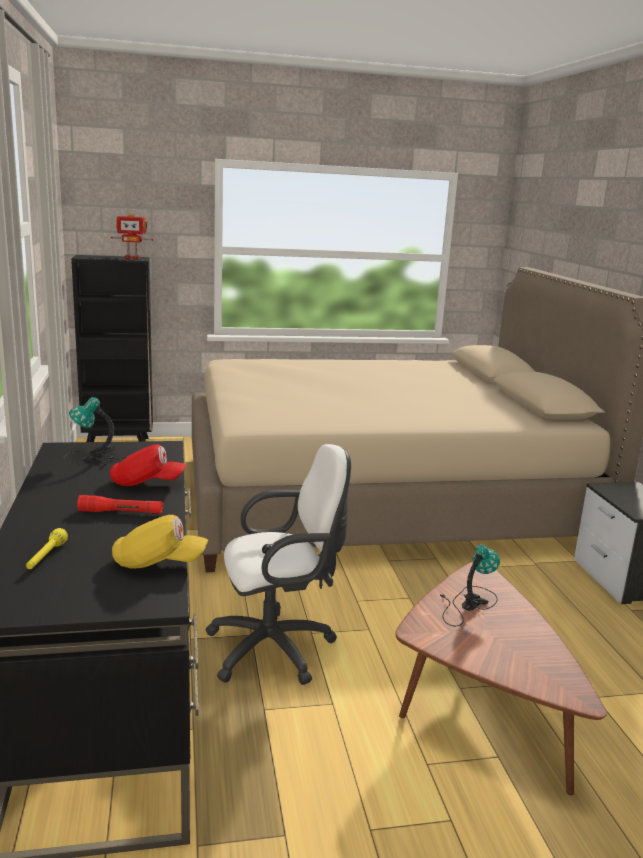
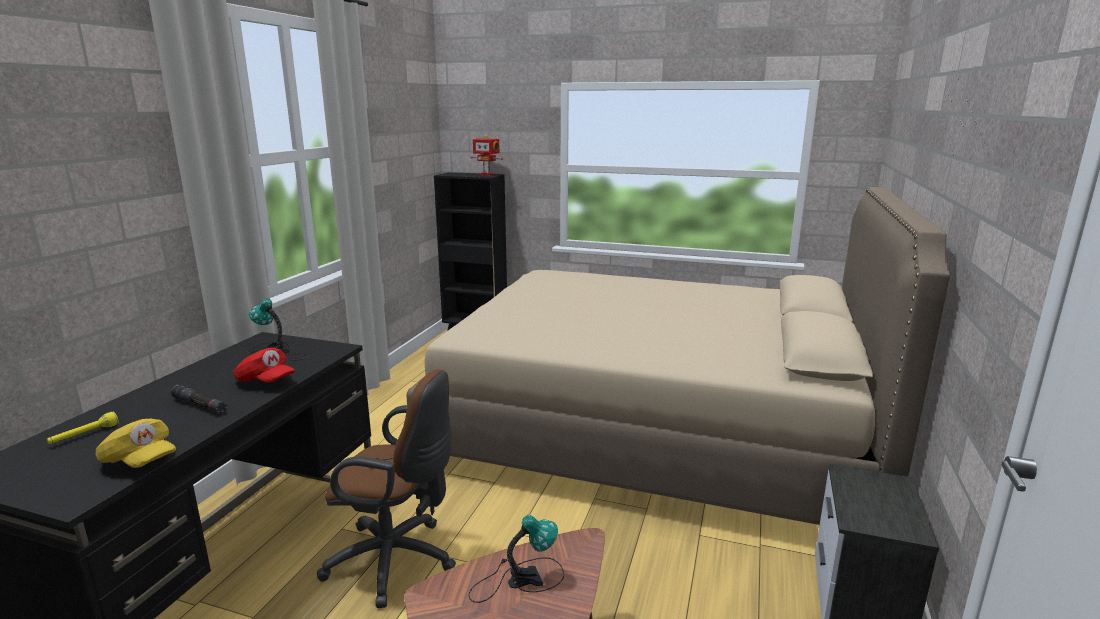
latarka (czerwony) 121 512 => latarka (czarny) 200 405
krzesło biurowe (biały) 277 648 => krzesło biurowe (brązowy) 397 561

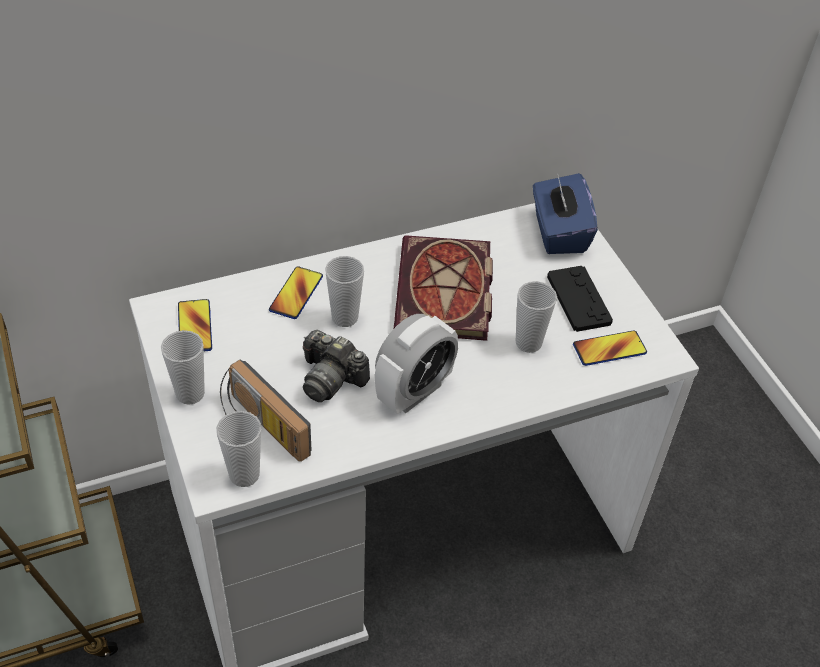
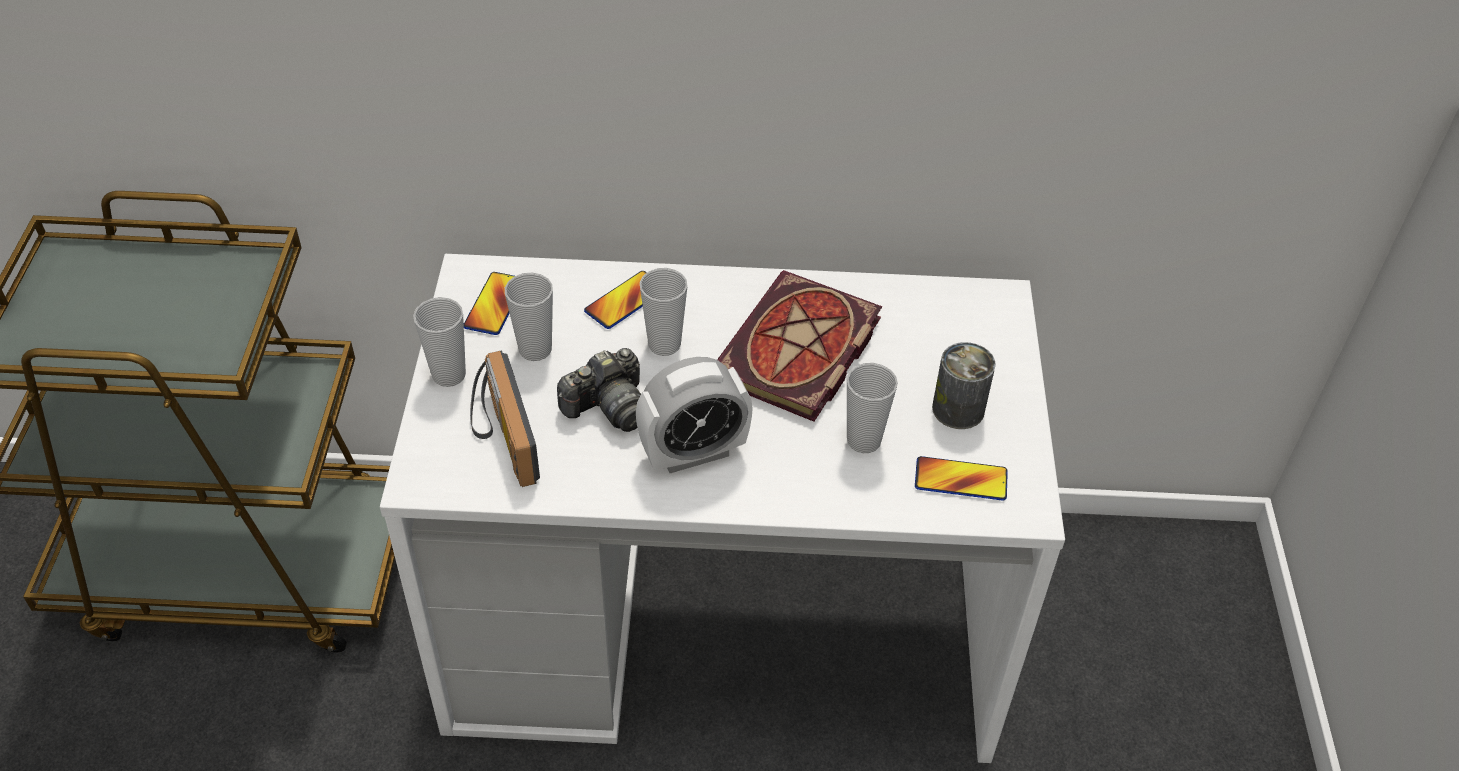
filiżanka 244 475 => filiżanka 535 349, move
aparat fotograficzny 331 378 => aparat fotograficzny 608 407, 90 degrees counterclockwise
pudełko chusteczek (niebieski) 558 232 => nothing
pad do gier (czarny) 578 299 => puszka 958 409

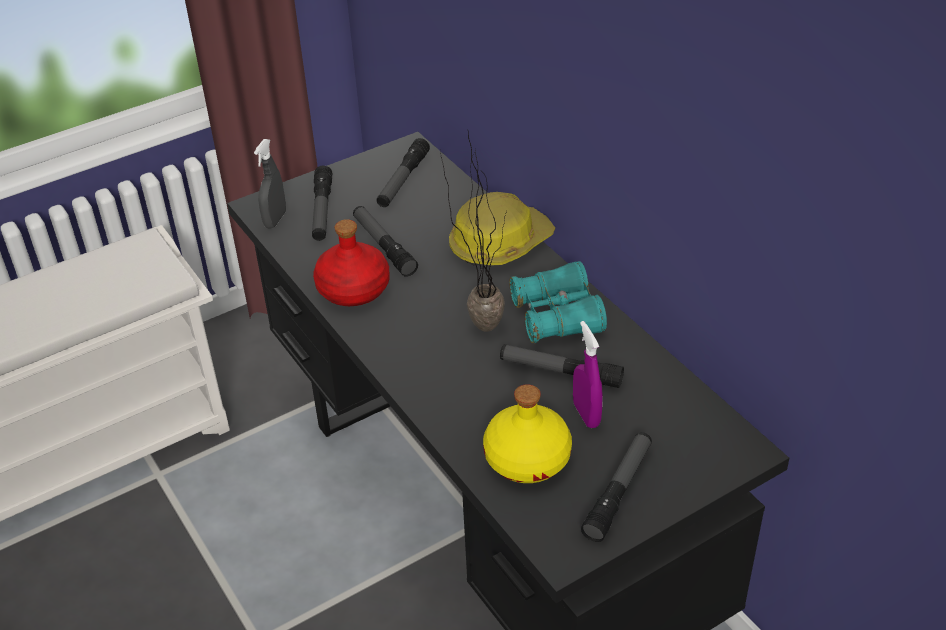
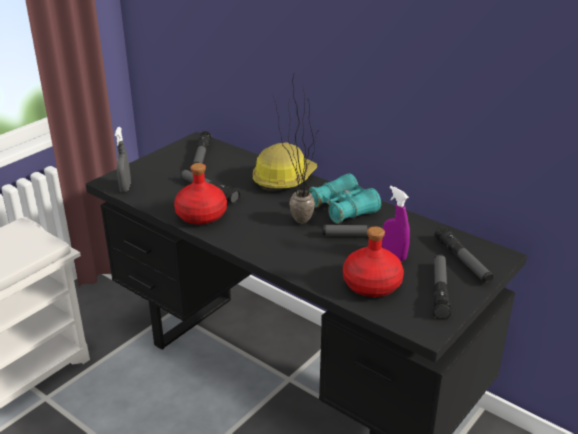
latarka 322 210 => latarka 462 260, move
butelka (żółty) 528 459 => butelka (czerwony) 372 284

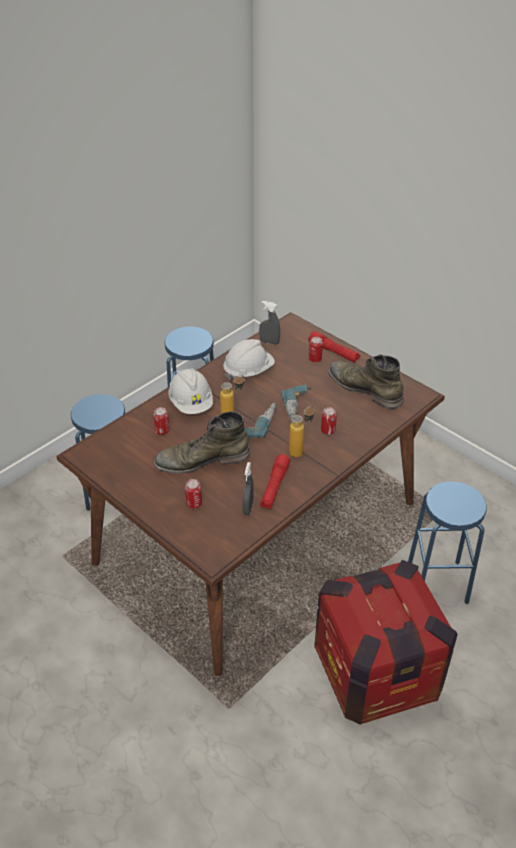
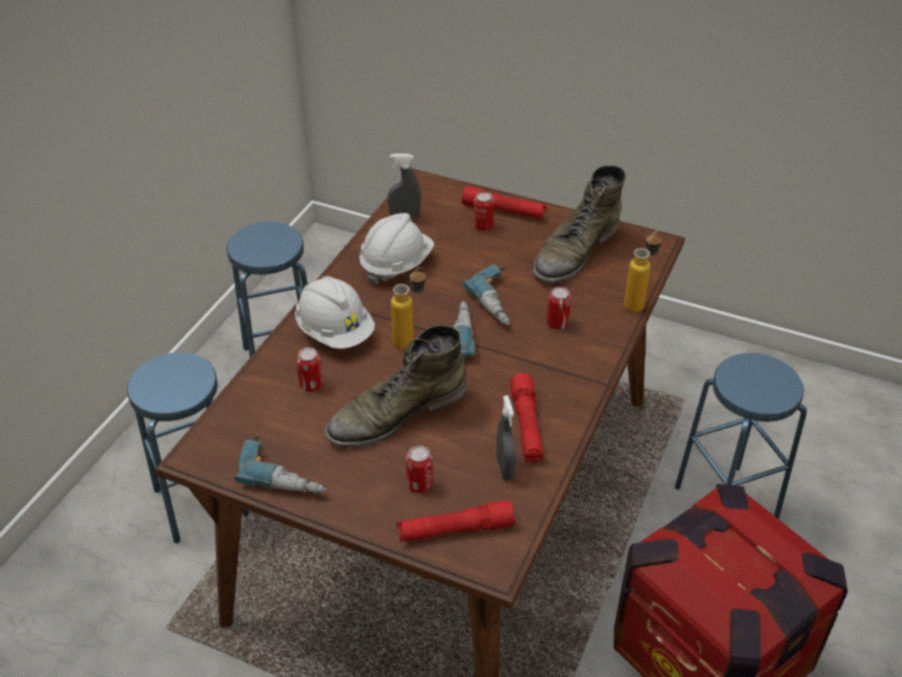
butelka 301 451 => butelka 638 302, move
but z cholewką (zielony) 364 388 => but z cholewką (zielony) 575 252, 75 degrees counterclockwise
nothing => wiertarka 285 473
nothing => latarka (czerwony) 455 530

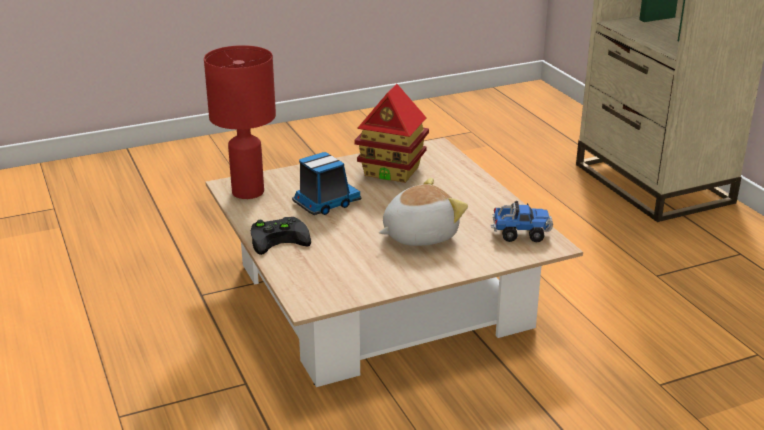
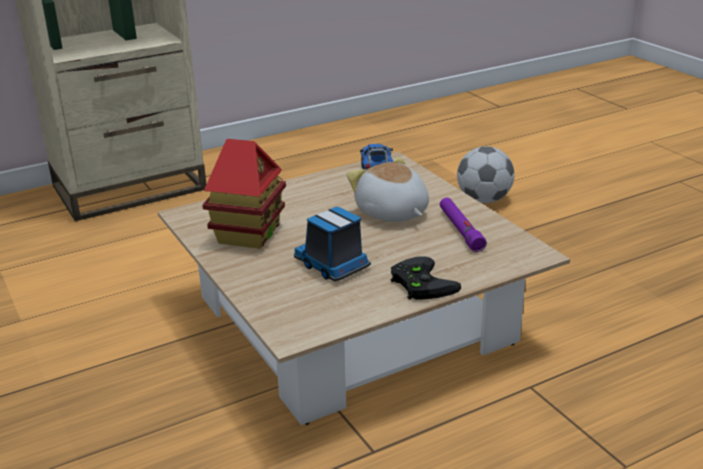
lampa stołowa (czerwony) 249 192 => nothing
nothing => latarka (fioletowy) 460 229
nothing => piłka futbolowa 484 200

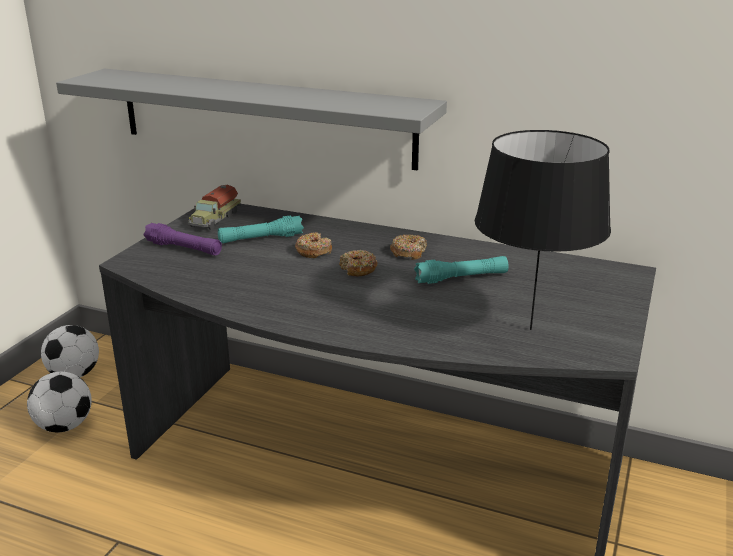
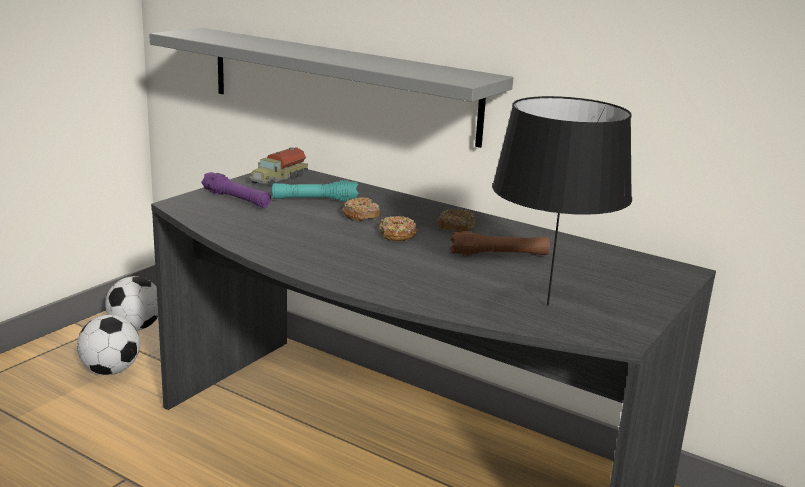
latarka (turkusowy) 461 278 => latarka (brązowy) 499 254

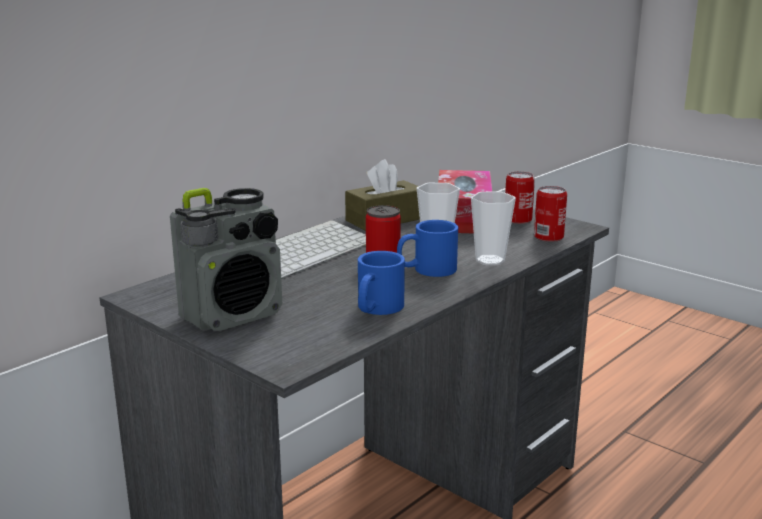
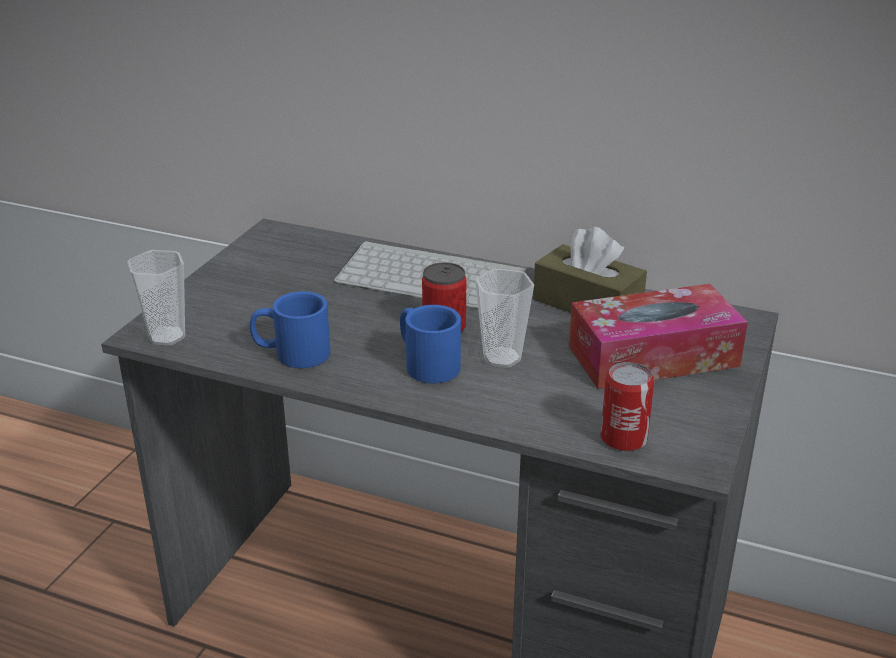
radio 233 315 => nothing
filiżanka 490 261 => filiżanka 167 336, move
puszka 517 219 => nothing

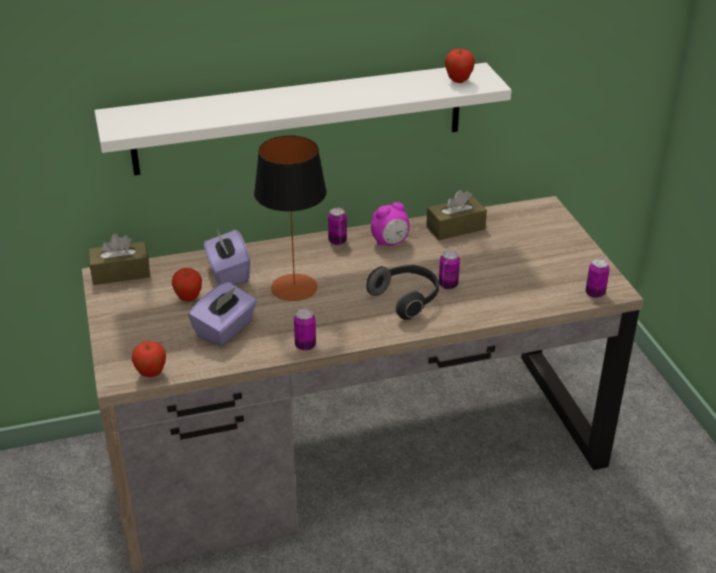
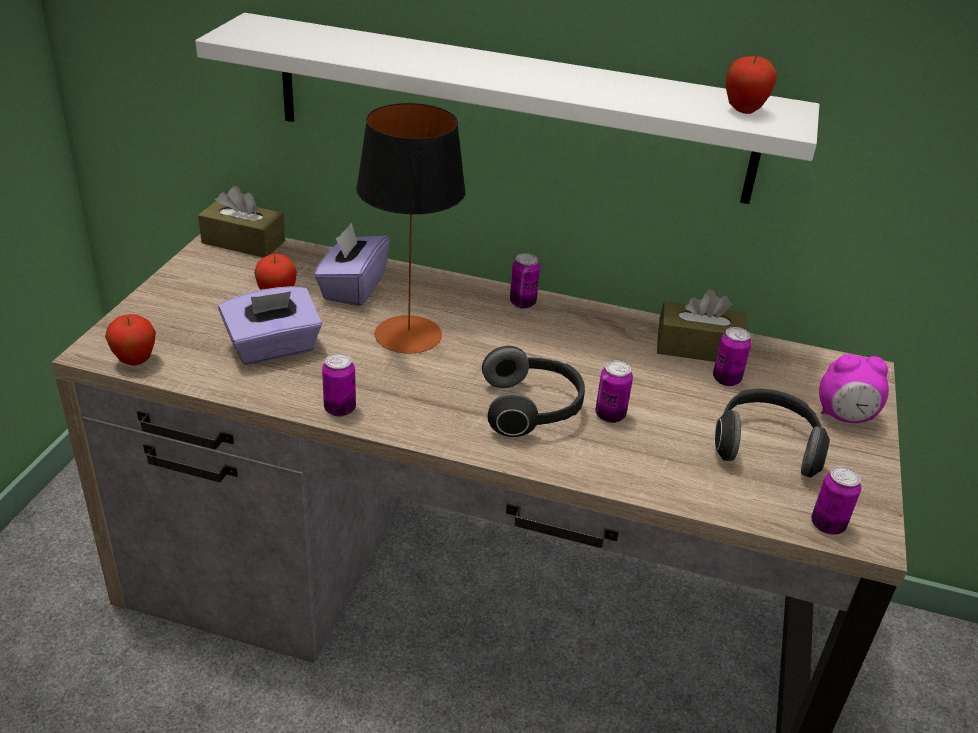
budzik 390 243 => budzik 844 417, move
nothing => puszka 726 379
nothing => słuchawki 765 446

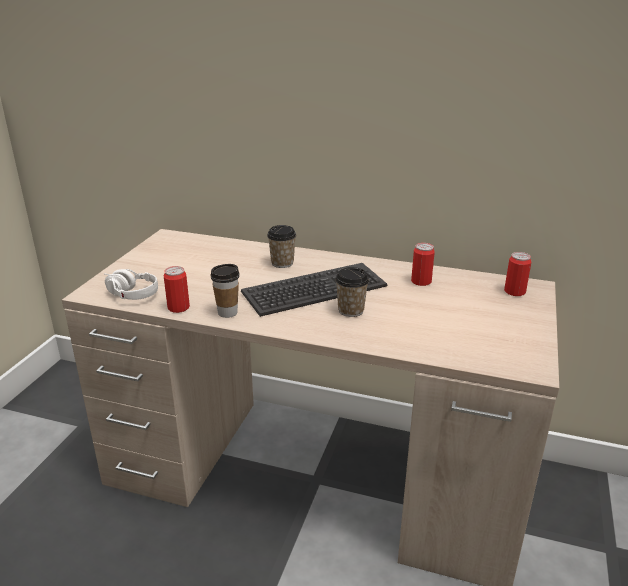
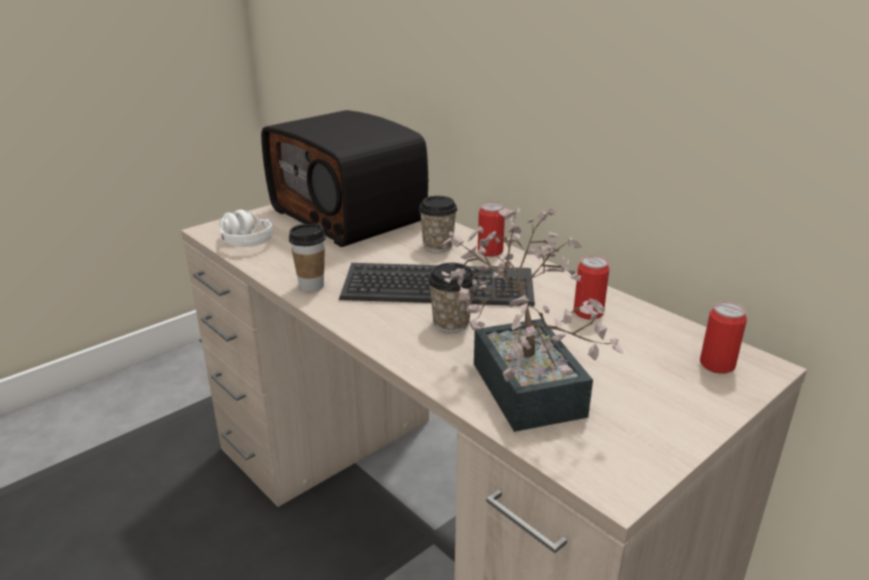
puszka 178 307 => puszka 490 251, move
nothing => radio 350 215
nothing => roślina doniczkowa 523 379

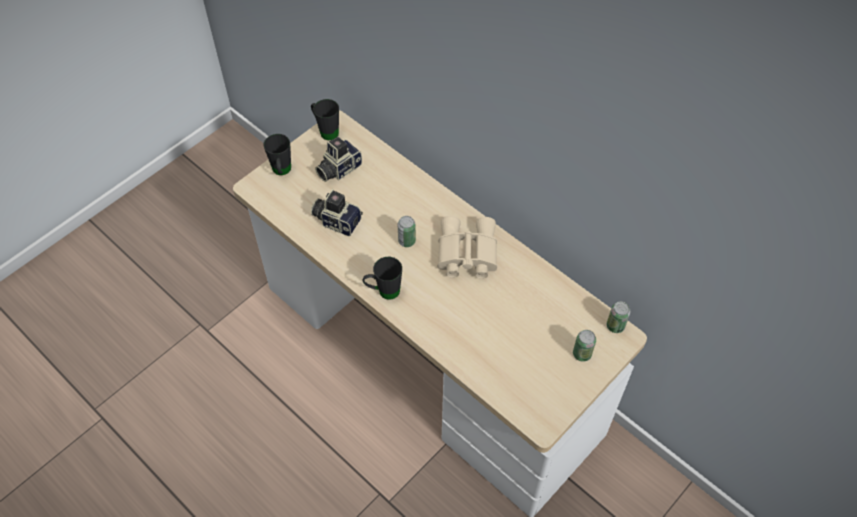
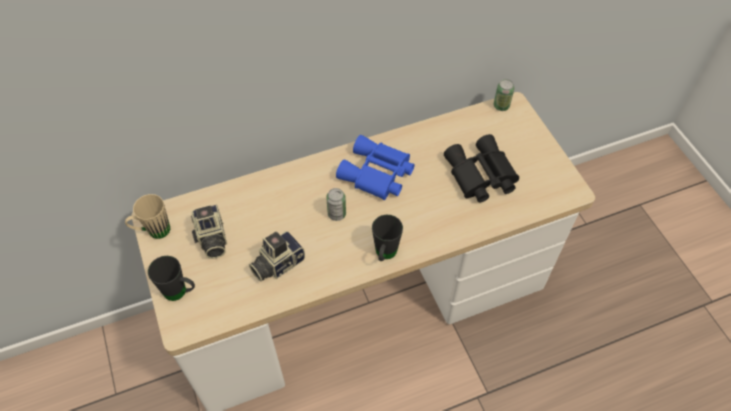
kubek (czarny) 326 131 => kubek (beżowy) 153 231
lornetka (beżowy) 465 254 => lornetka (niebieski) 377 175
puszka 582 354 => nothing
nothing => lornetka (czarny) 480 176

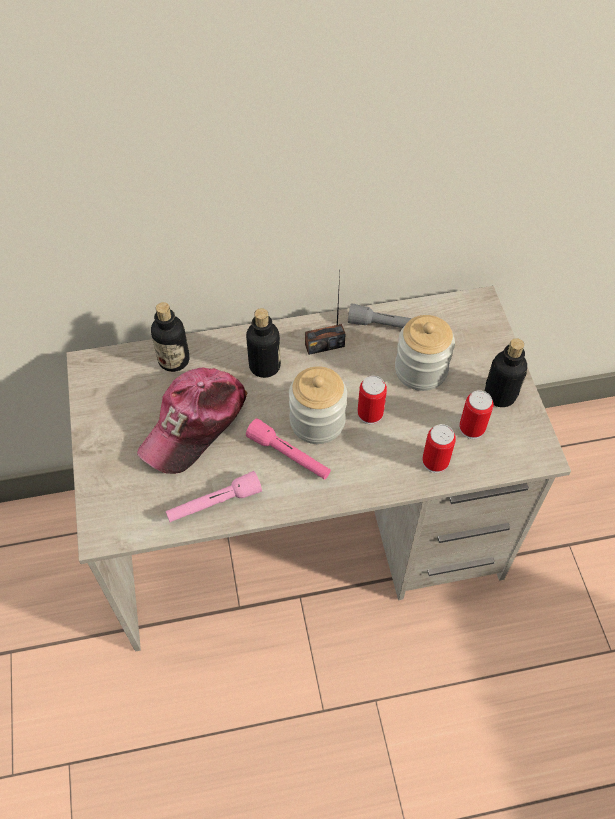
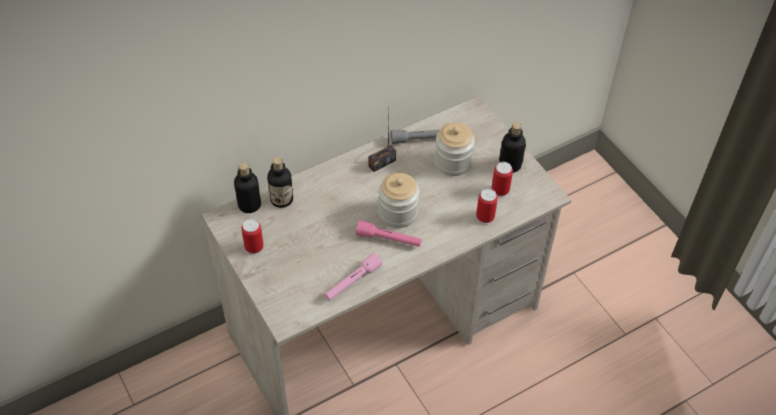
czapka z daszkiem 195 424 => nothing
butelka 264 366 => butelka 249 205, move
puszka 370 414 => puszka 254 247, move

